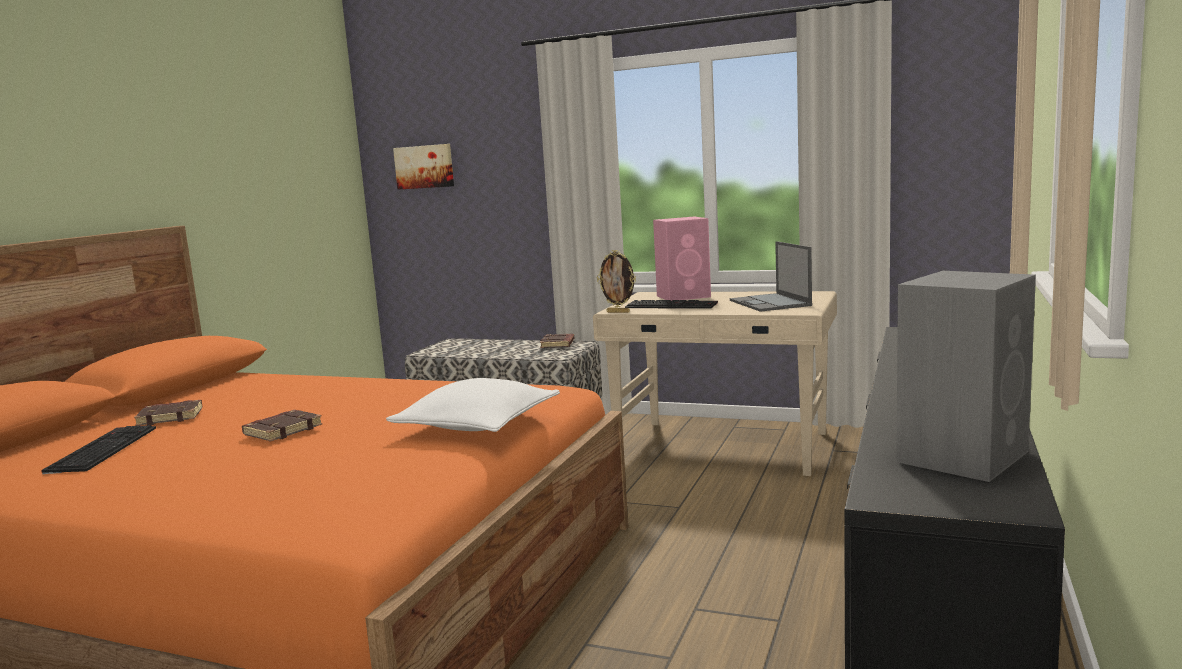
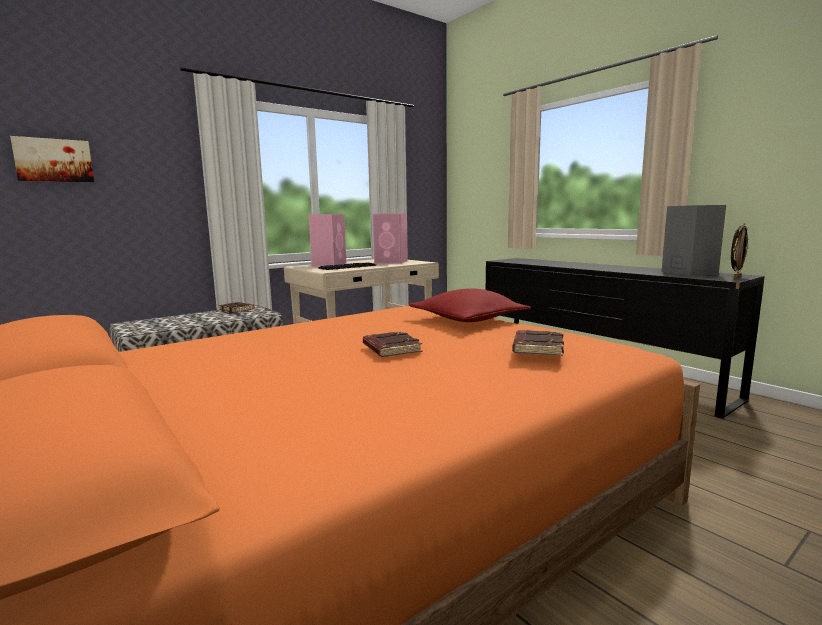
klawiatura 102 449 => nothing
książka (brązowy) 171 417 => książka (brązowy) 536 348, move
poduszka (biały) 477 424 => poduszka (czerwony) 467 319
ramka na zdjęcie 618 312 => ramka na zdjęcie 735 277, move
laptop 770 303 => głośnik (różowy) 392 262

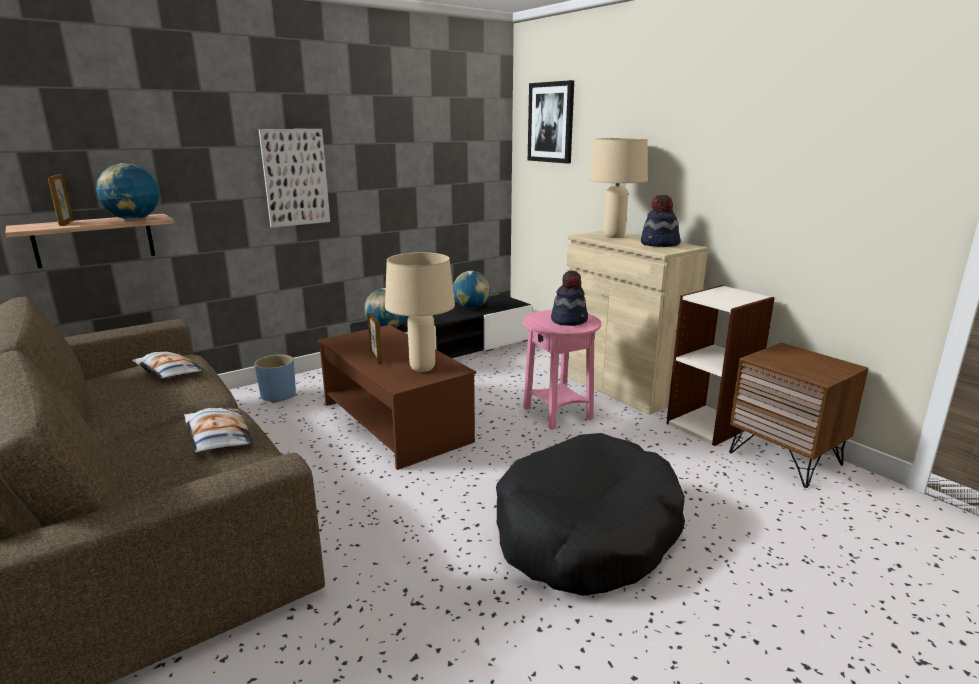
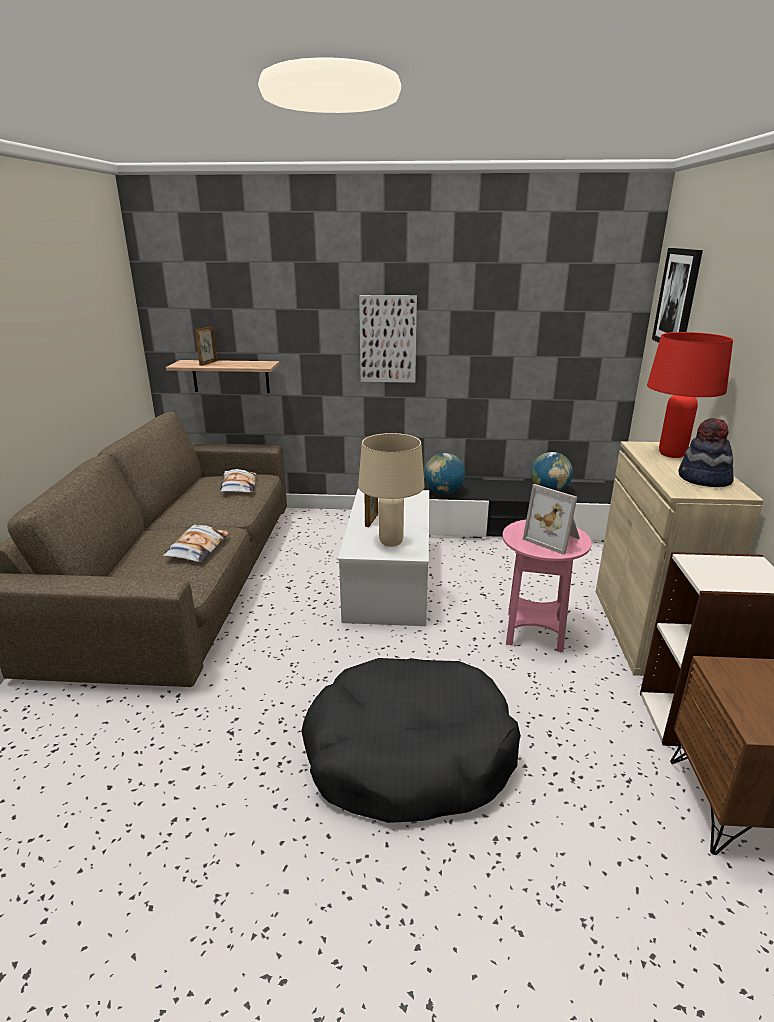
globus 134 219 => nothing
donica (niebieski) 279 396 => nothing
ława (brązowy) 395 422 => ława (biały) 388 580
kapelusz 569 320 => ramka na zdjęcie 554 539
lampa stołowa (beżowy) 614 236 => lampa stołowa (czerwony) 672 455

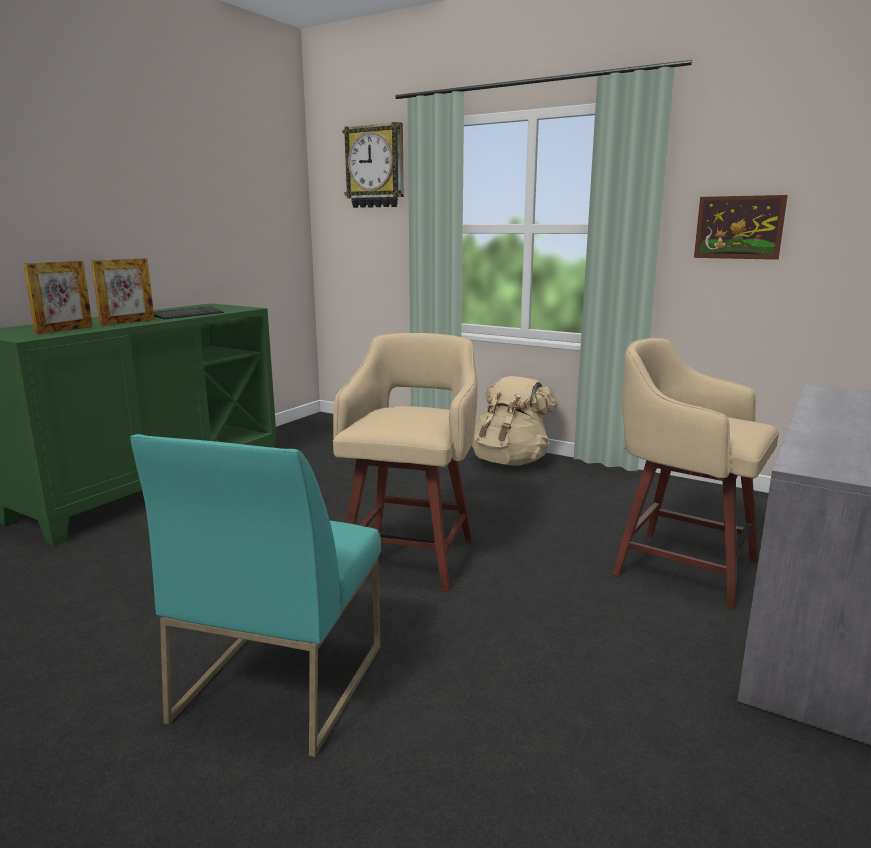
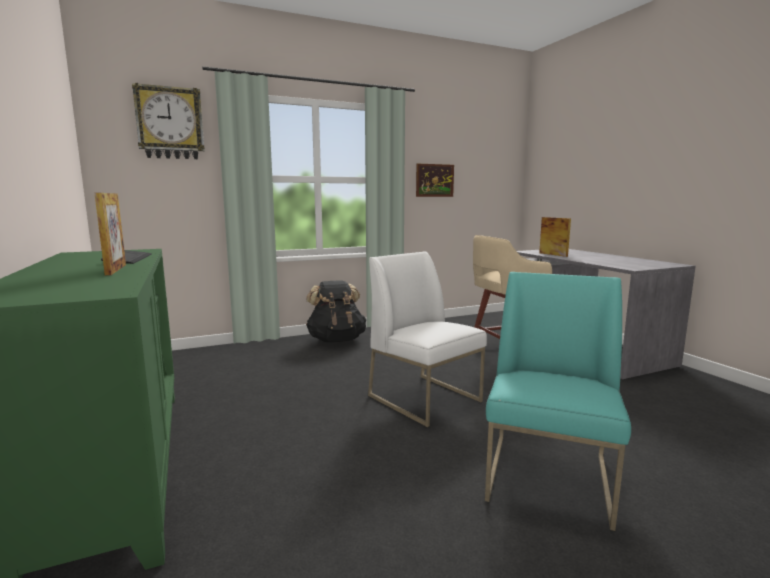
ramka na zdjęcie 65 330 => ramka na zdjęcie 553 254, move
krzesło (turkusowy) 280 680 => krzesło (turkusowy) 549 478, 120 degrees counterclockwise
stołek (beżowy) 411 555 => krzesło (biały) 425 398
plecak (beżowy) 510 461 => plecak (czarny) 336 340

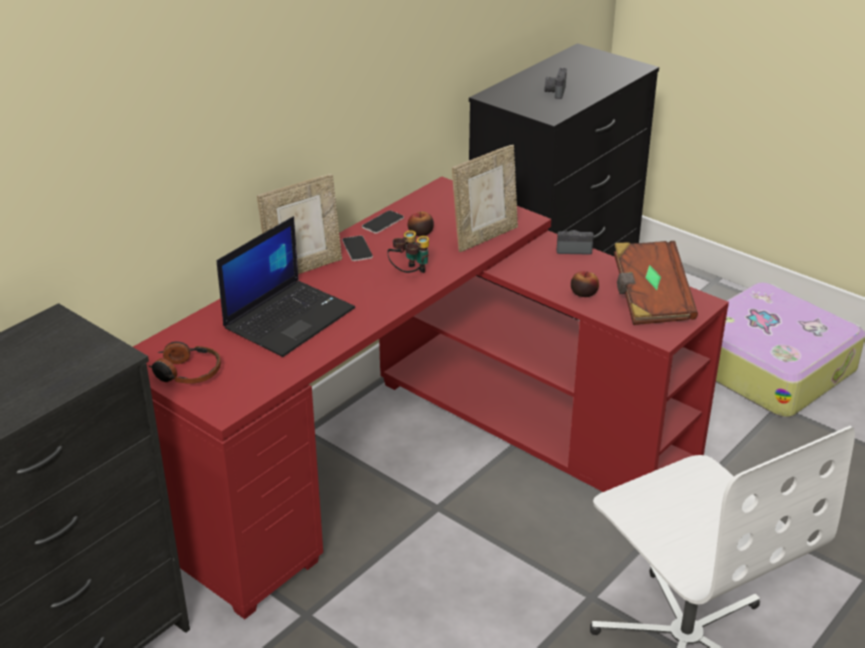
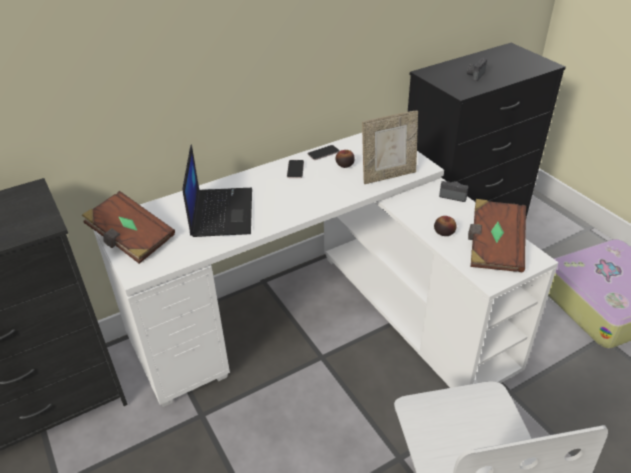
biurko (czerwony) 420 461 => biurko (biały) 325 319
słuchawki 186 372 => książka (brązowy) 131 239
laptop 289 317 => laptop 221 212, 60 degrees counterclockwise
ramka na zdjęcie 304 268 => nothing
lornetka 409 273 => nothing

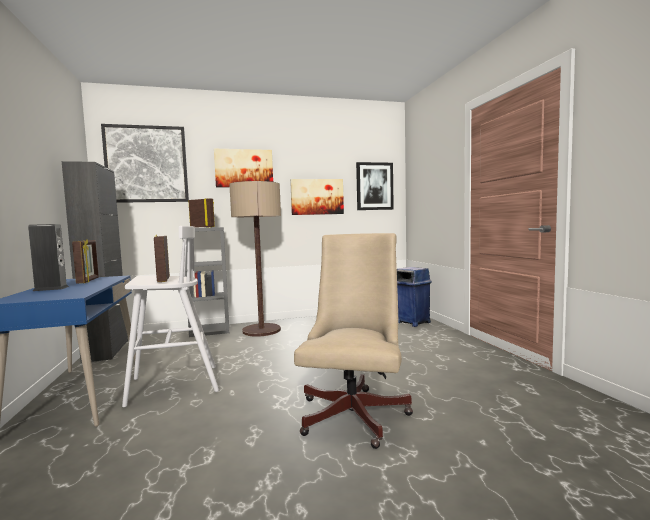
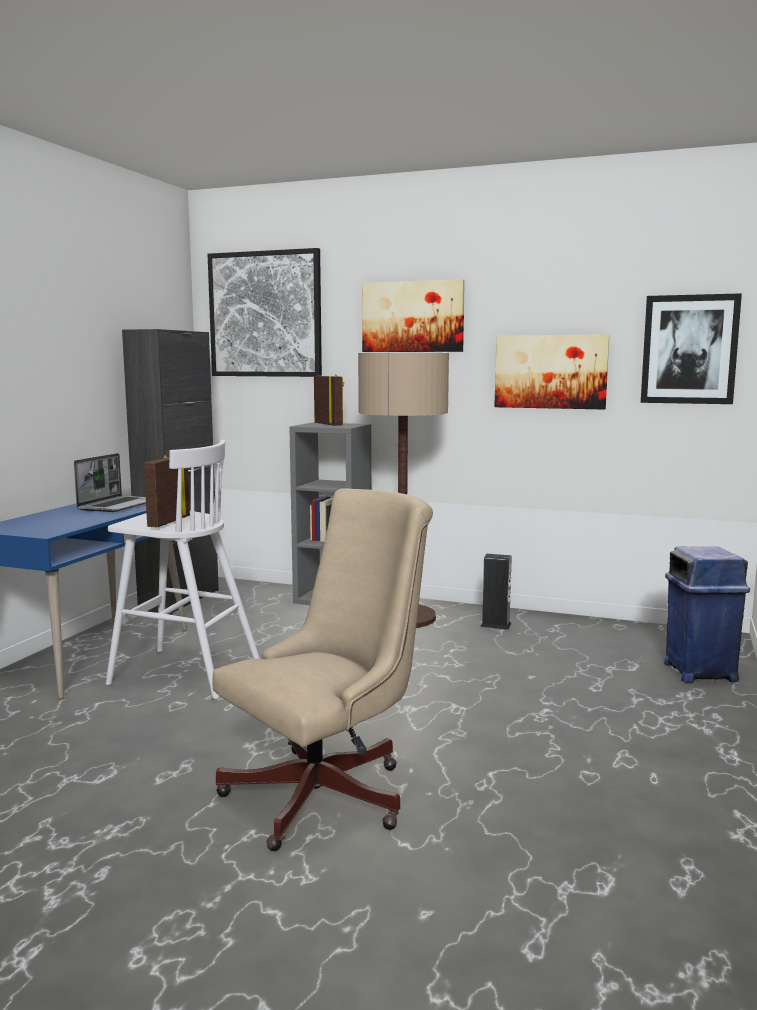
głośnik 51 288 => głośnik 495 625, move
ramka na zdjęcie 88 281 => laptop 118 505

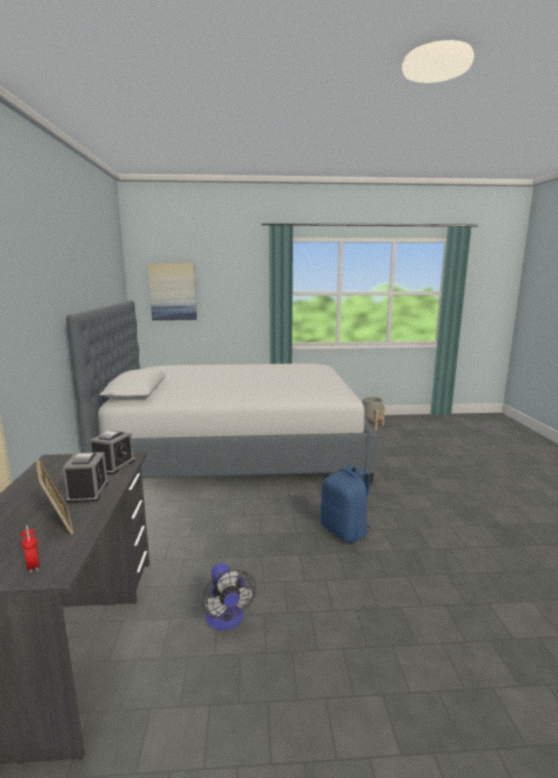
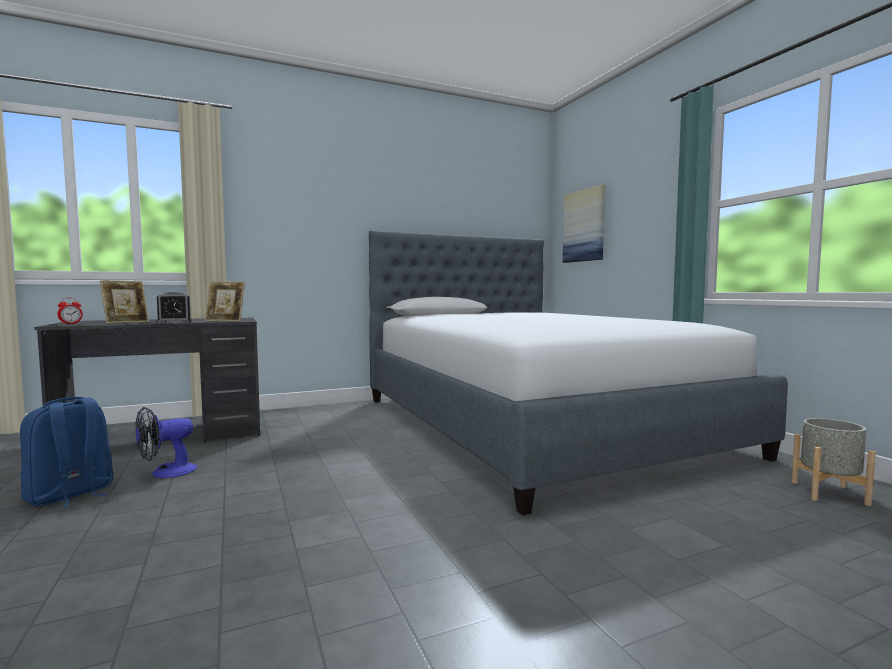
budzik 114 465 => ramka na zdjęcie 225 321
plecak (niebieski) 345 531 => plecak (niebieski) 70 495, move

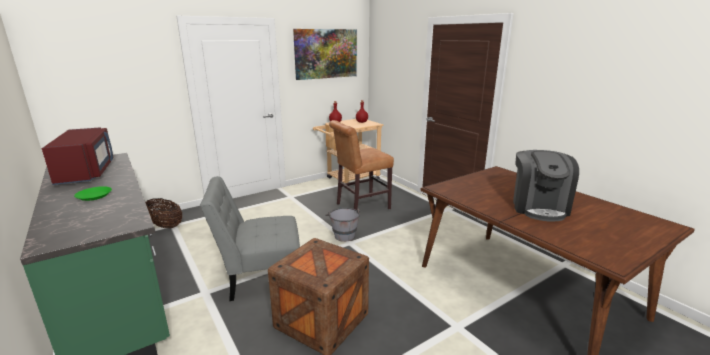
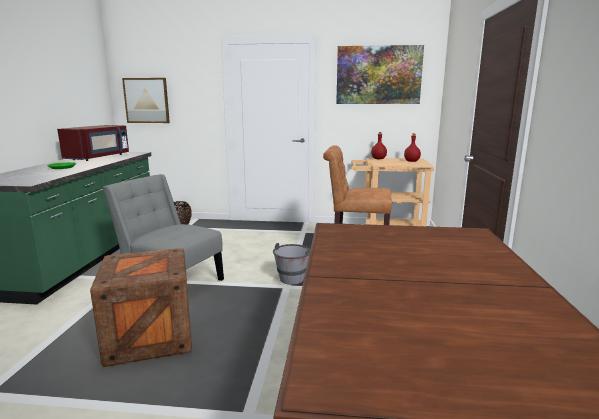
ekspres do kawy 538 207 => nothing
nothing => obraz 146 100

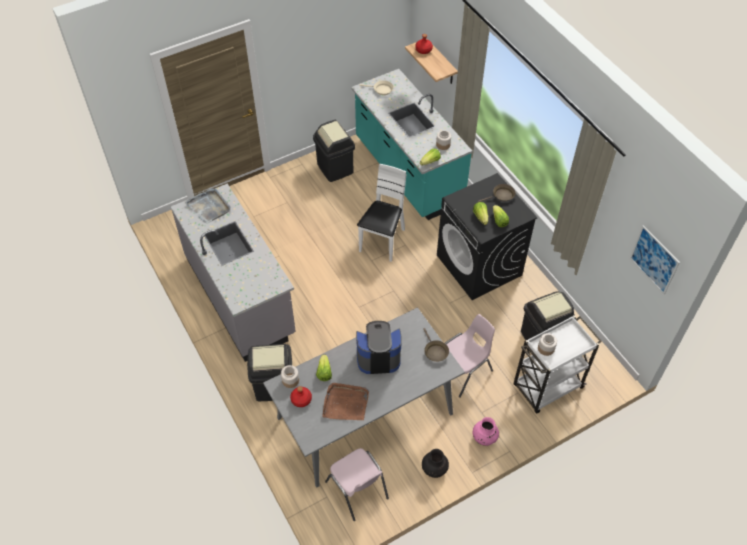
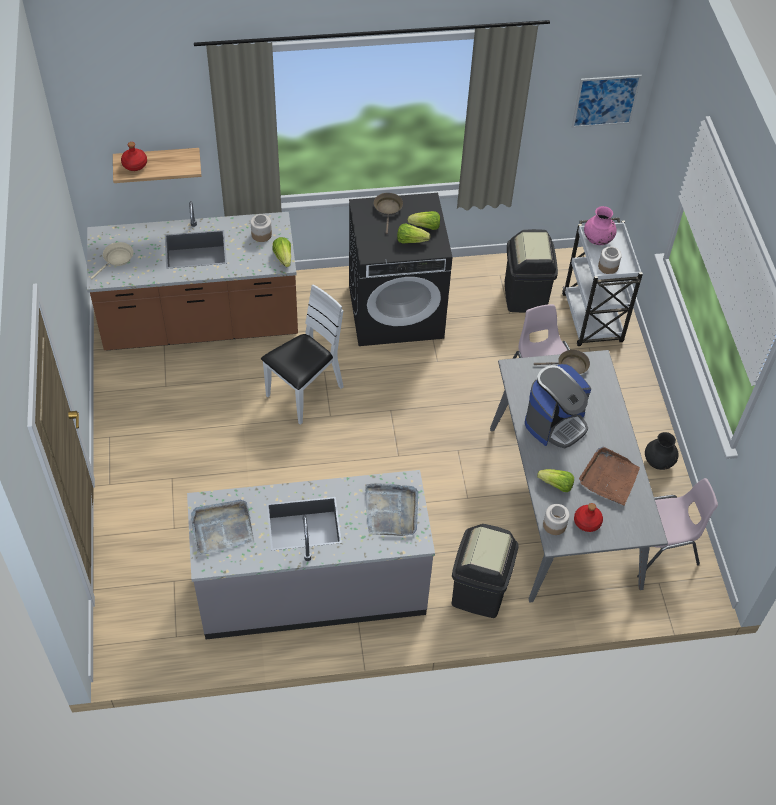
kosz na śmieci (czarny) 335 168 => nothing
zabudowa kuchenna (turkusowy) 407 172 => zabudowa kuchenna (brązowy) 201 324
ekspres do kawy 378 357 => ekspres do kawy 555 423, 150 degrees counterclockwise
krzesło (biały) 382 241 => krzesło (biały) 305 393, 90 degrees clockwise
wazon (różowy) 484 438 => wazon (różowy) 597 240, move
nothing => taca (szary) 391 511

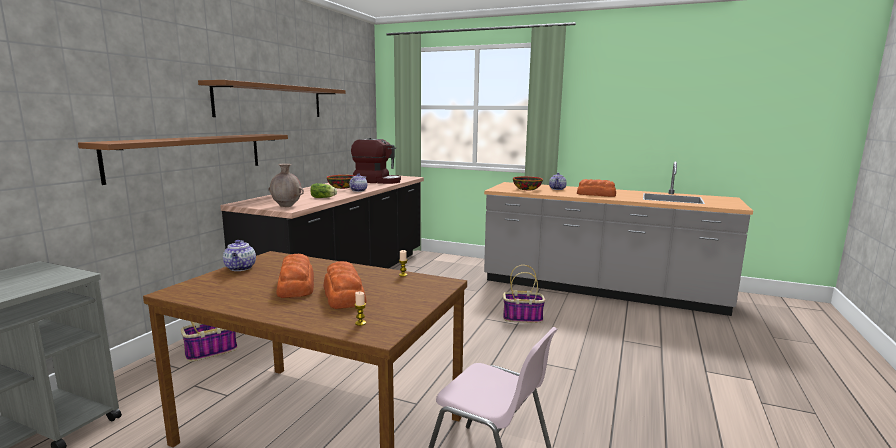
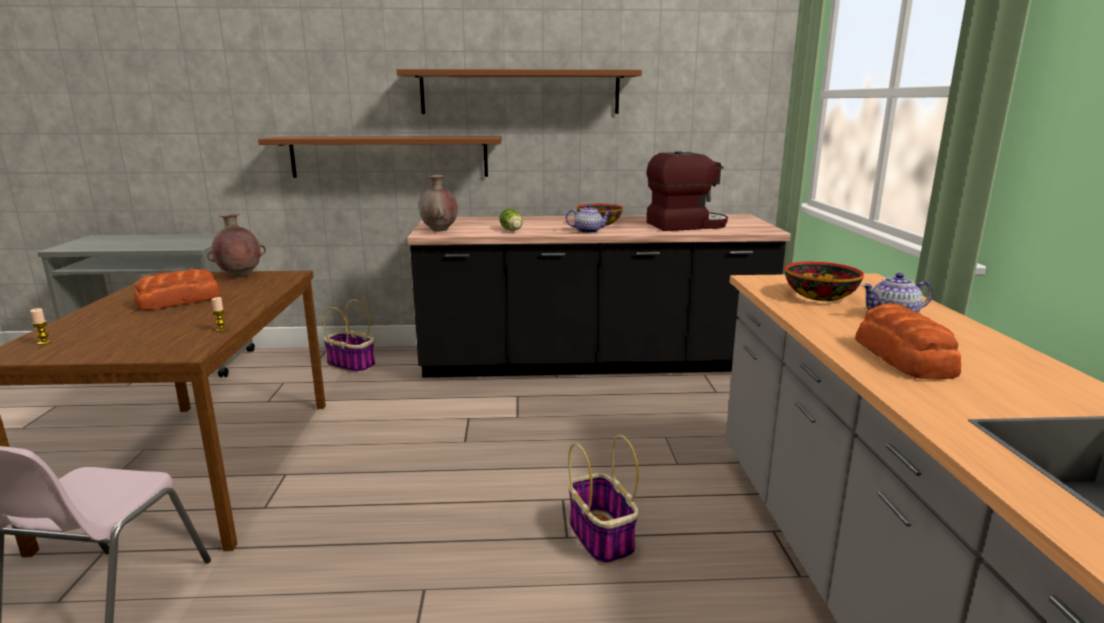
imbryk 240 268 => wazon (brązowy) 240 276
chleb 344 295 => nothing
ekspres do kawy 377 181 => ekspres do kawy 686 225, 90 degrees counterclockwise

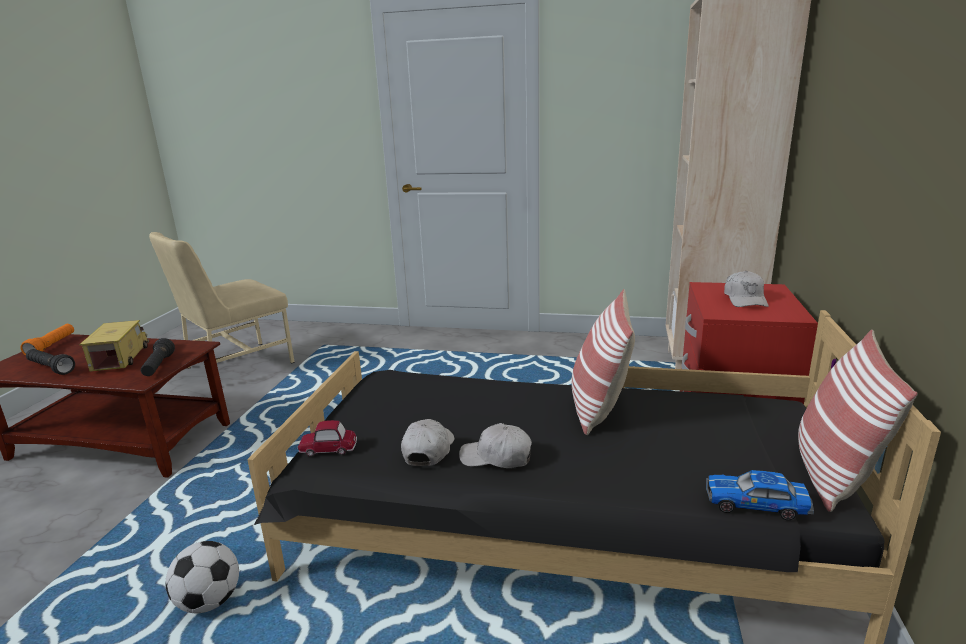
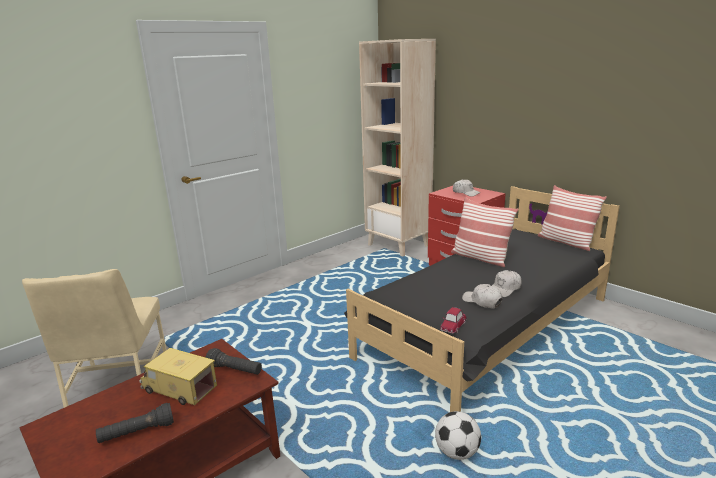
latarka (pomarańczowy) 52 347 => nothing
samochodzik 756 504 => nothing

